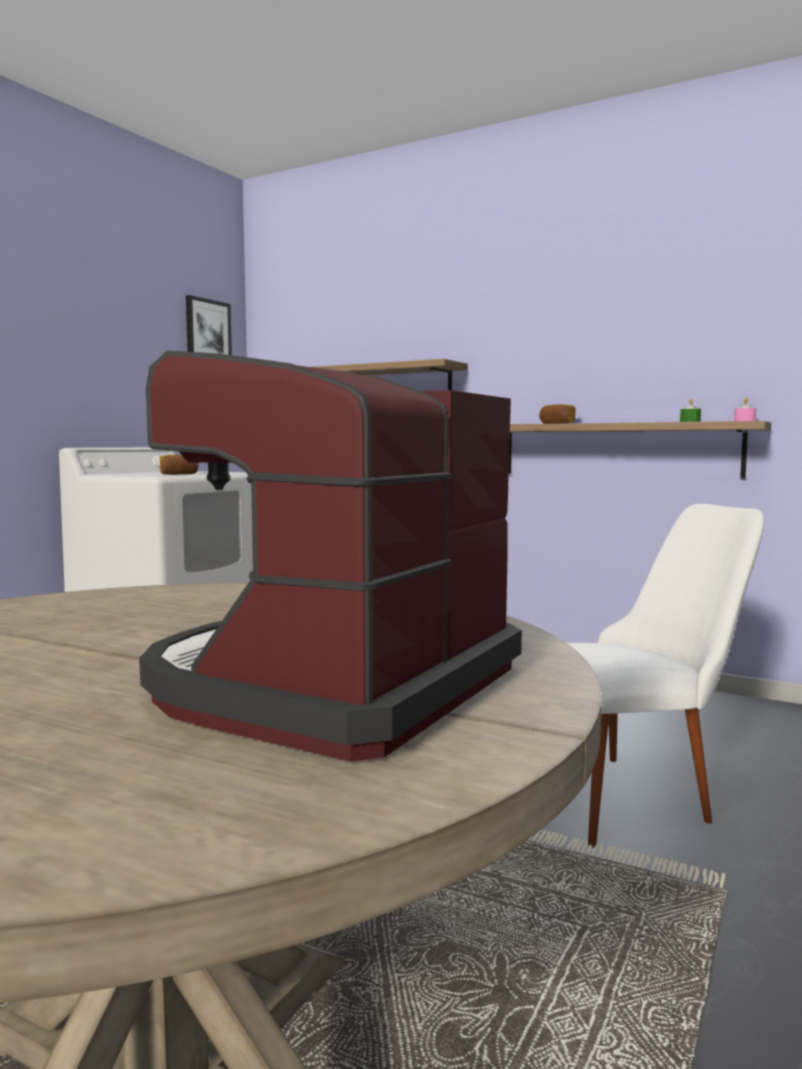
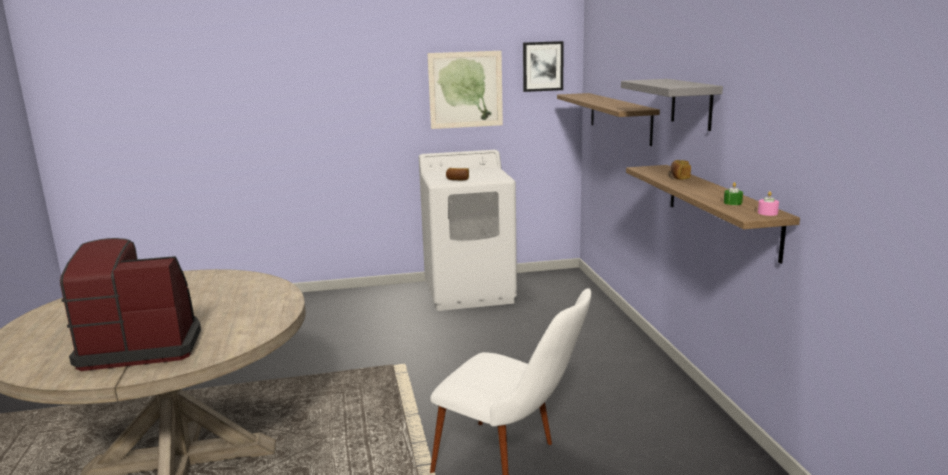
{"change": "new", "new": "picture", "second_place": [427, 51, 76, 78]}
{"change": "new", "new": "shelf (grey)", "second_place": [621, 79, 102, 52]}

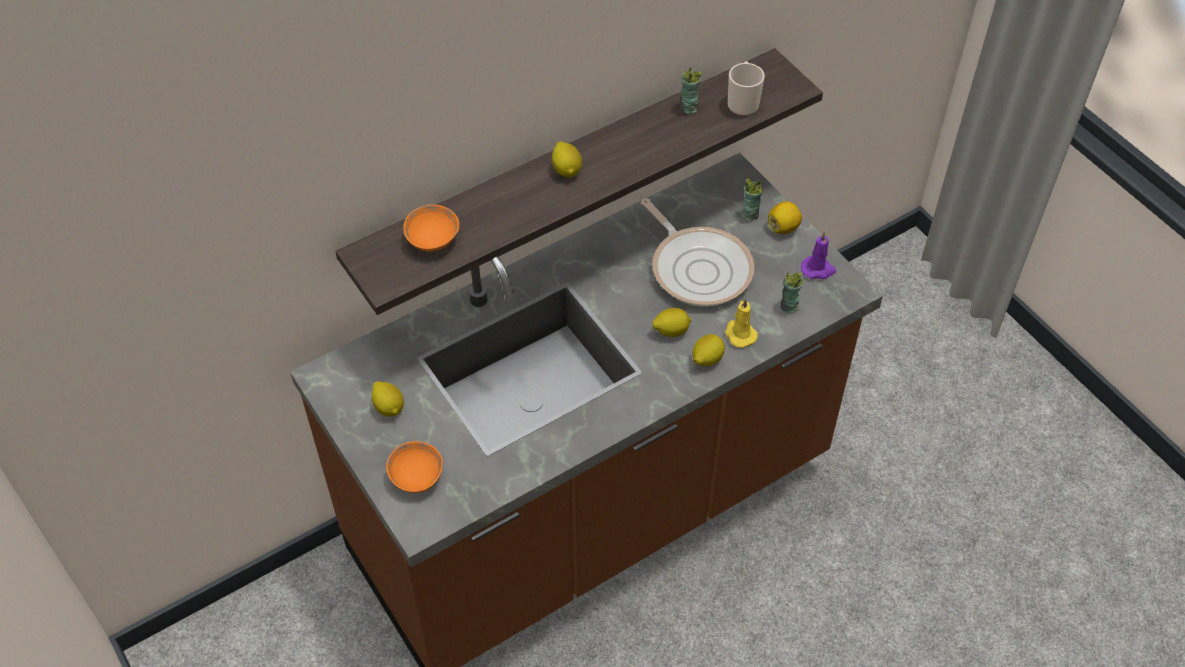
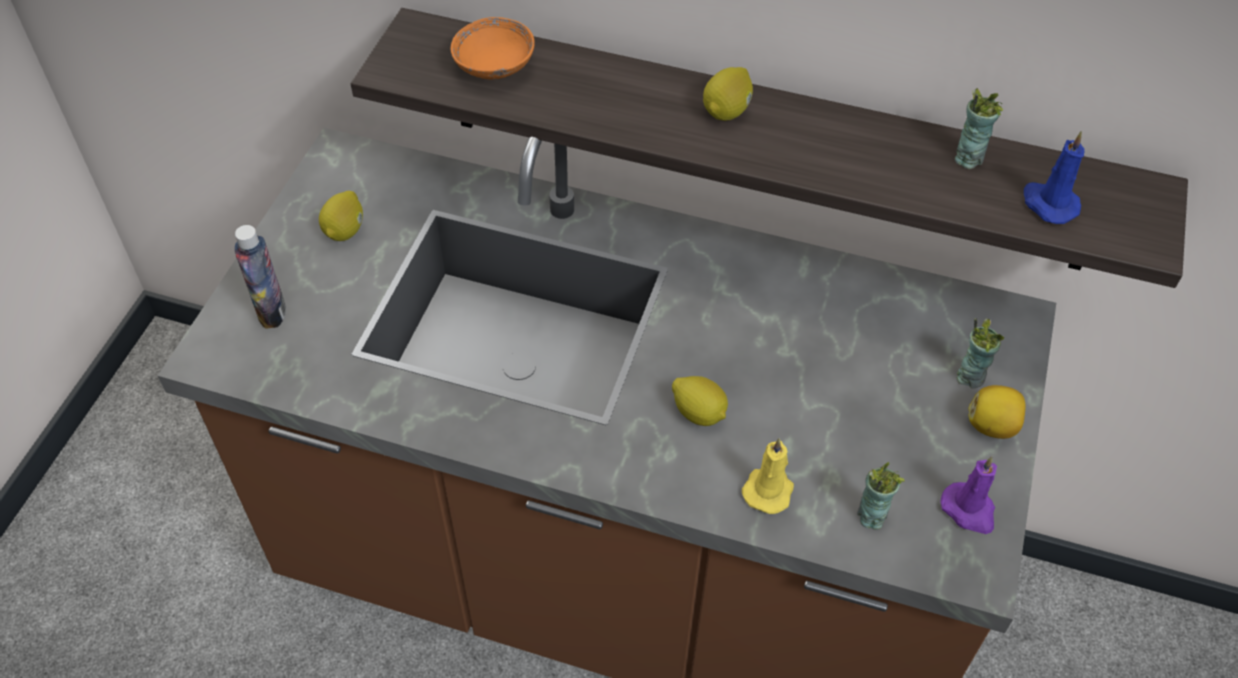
{"change": "swapped", "old": "bowl (orange)", "new": "bottle", "first_place": [386, 441, 57, 52], "second_place": [235, 225, 51, 104]}
{"change": "gone", "old": "frying pan", "first_place": [641, 198, 113, 109]}
{"change": "gone", "old": "lemon", "first_place": [693, 334, 32, 32]}
{"change": "swapped", "old": "mug", "new": "candle (blue)", "first_place": [728, 61, 37, 55], "second_place": [1024, 131, 60, 93]}

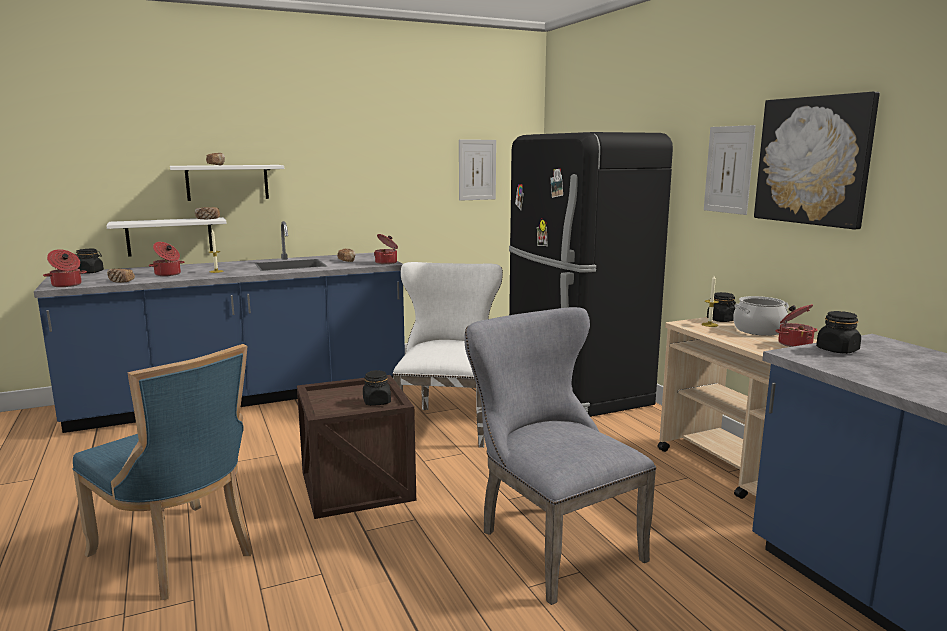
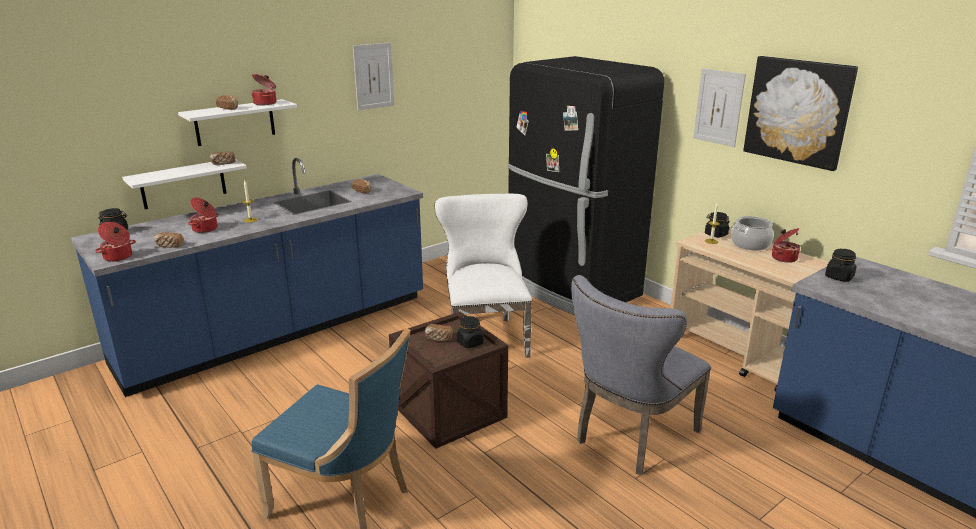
{"change": "shifted", "old": "cooking pot", "first_place": [374, 234, 24, 30], "second_place": [251, 74, 25, 31]}
{"change": "shifted", "old": "picture", "first_place": [459, 139, 37, 62], "second_place": [353, 43, 41, 68]}
{"change": "rotated", "old": "chair (grey)", "first_place": [464, 307, 192, 298], "second_place": [571, 275, 140, 200], "degrees": -90}
{"change": "new", "new": "bread", "second_place": [425, 324, 28, 17]}

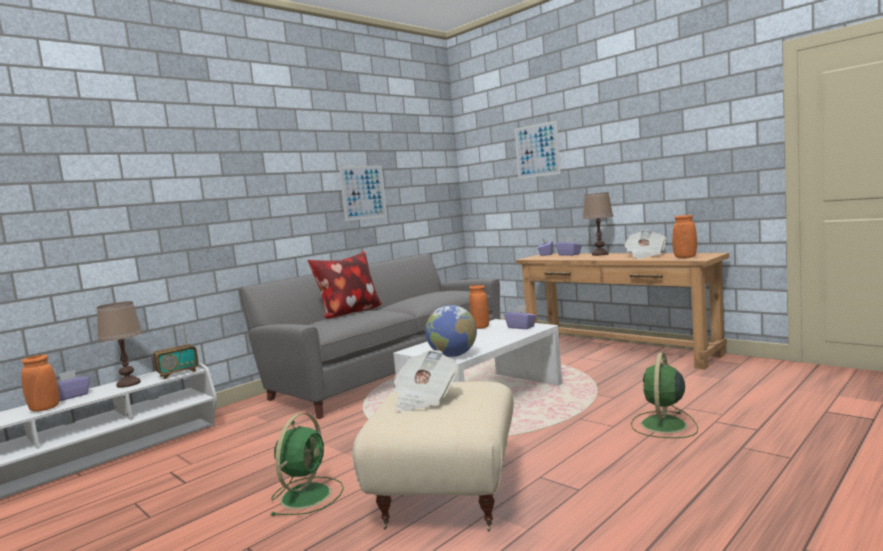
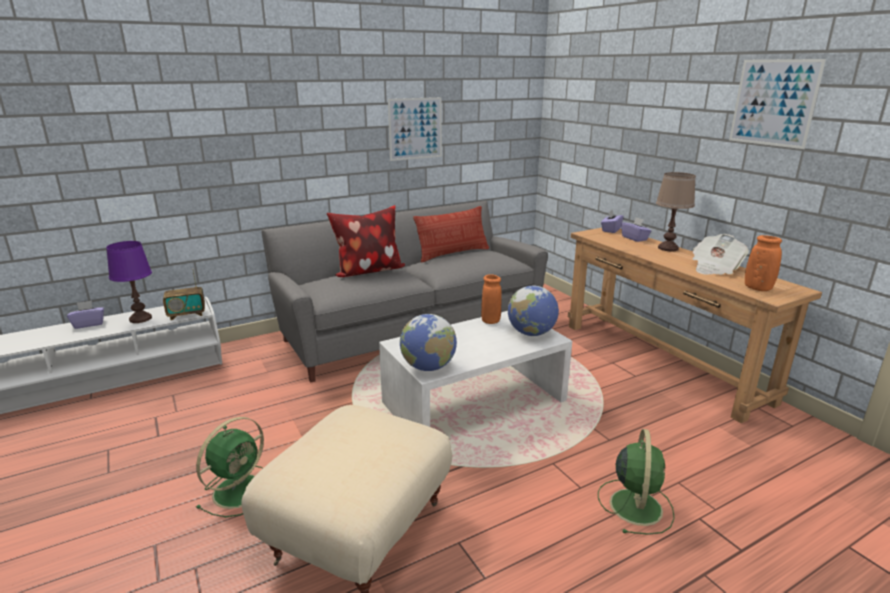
{"change": "gone", "old": "vase (orange)", "first_place": [21, 355, 38, 57]}
{"change": "repainted", "old": "table lamp (brown)", "new": "table lamp (purple)", "first_place": [97, 301, 46, 87], "second_place": [106, 241, 46, 82]}
{"change": "gone", "old": "newspaper", "first_place": [392, 350, 67, 62]}
{"change": "swapped", "old": "tissue box (purple)", "new": "globe", "first_place": [504, 305, 32, 24], "second_place": [508, 286, 51, 50]}
{"change": "shifted", "old": "picture", "first_place": [515, 120, 46, 59], "second_place": [729, 59, 97, 90]}
{"change": "rotated", "old": "fan (green)", "first_place": [631, 352, 67, 86], "second_place": [598, 429, 77, 106], "degrees": 150}
{"change": "new", "new": "pillow", "second_place": [413, 206, 76, 57]}

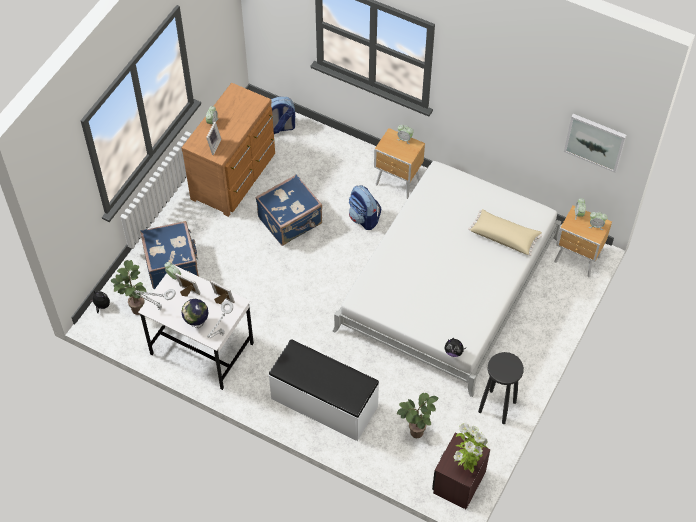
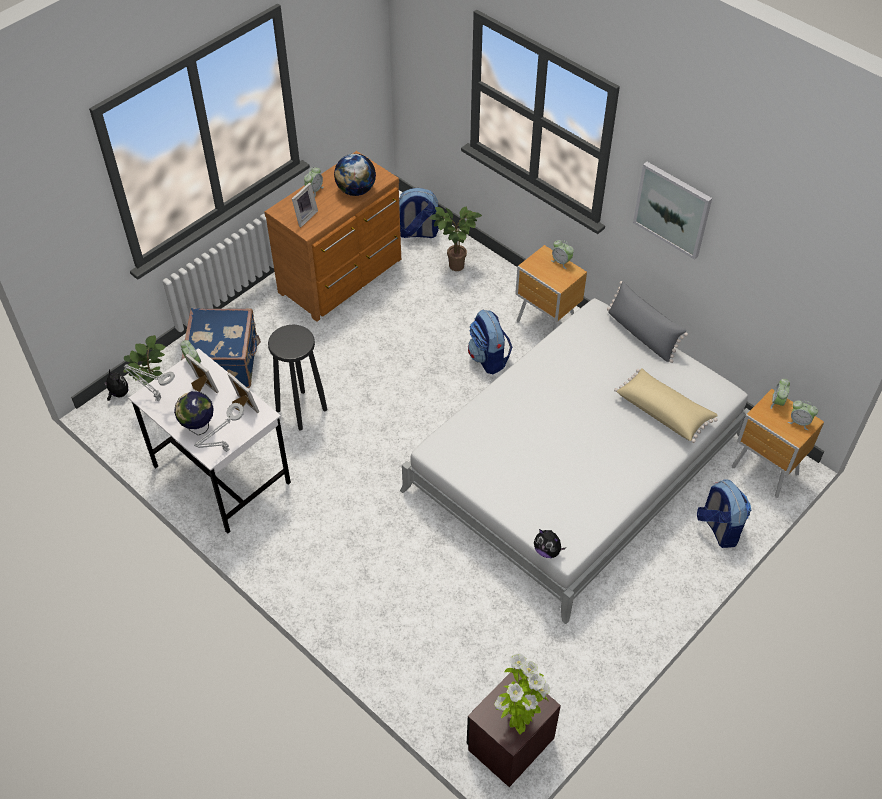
{"change": "gone", "old": "suitcase (blue)", "first_place": [256, 174, 66, 72]}
{"change": "gone", "old": "bench (white)", "first_place": [269, 339, 110, 102]}
{"change": "shifted", "old": "potted plant", "first_place": [397, 393, 41, 45], "second_place": [429, 207, 53, 64]}
{"change": "shifted", "old": "stool (black)", "first_place": [478, 352, 46, 72], "second_place": [268, 325, 59, 106]}
{"change": "shifted", "old": "picture", "first_place": [564, 114, 62, 59], "second_place": [633, 162, 79, 98]}
{"change": "new", "new": "globe", "second_place": [334, 154, 42, 42]}
{"change": "new", "new": "pillow (grey)", "second_place": [607, 281, 81, 82]}
{"change": "new", "new": "backpack", "second_place": [697, 479, 54, 69]}

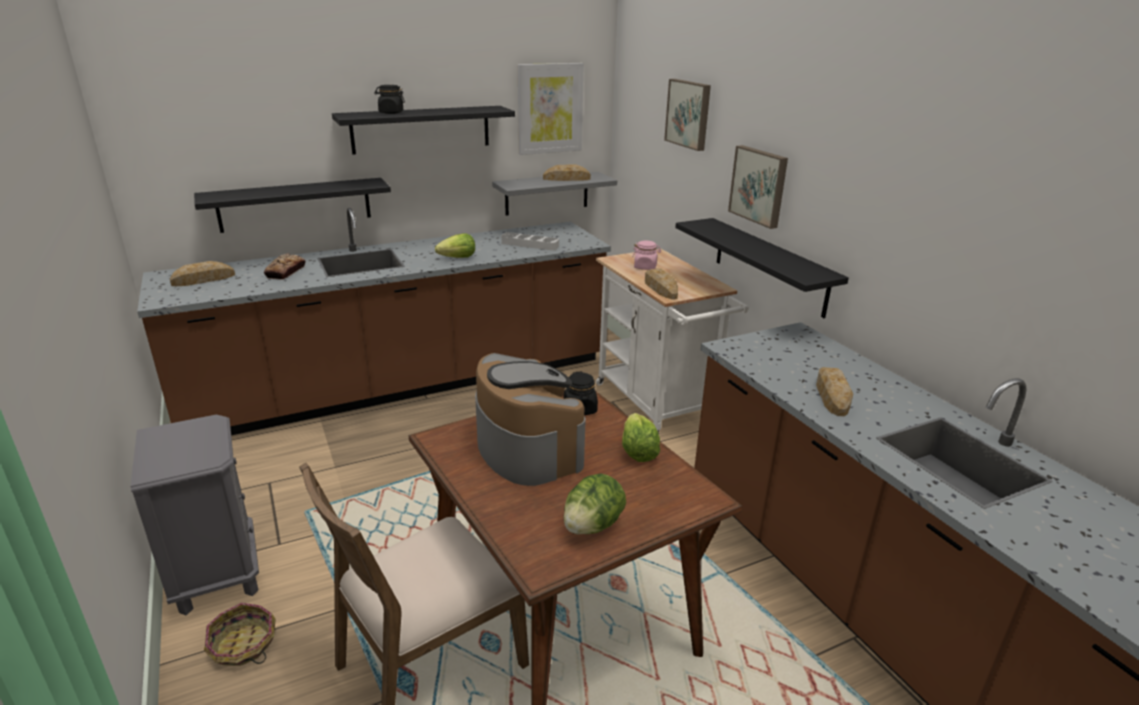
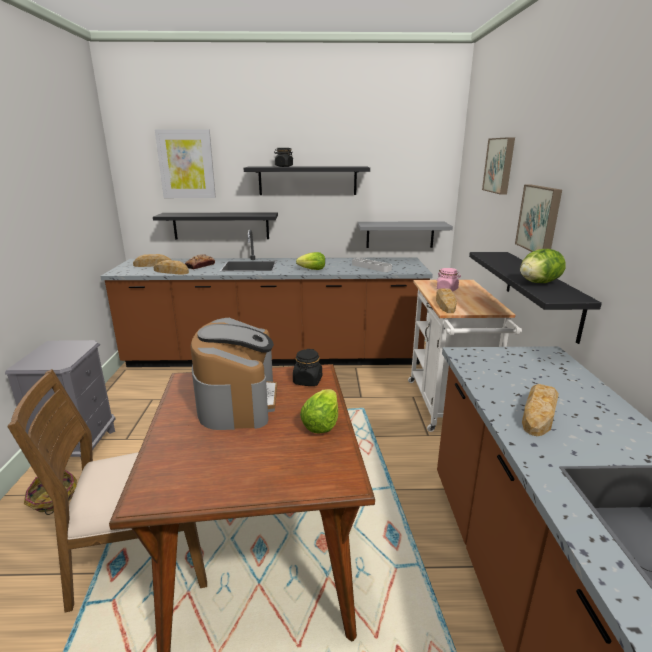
{"change": "shifted", "old": "picture", "first_place": [518, 63, 66, 92], "second_place": [155, 129, 61, 69]}
{"change": "shifted", "old": "bread", "first_place": [543, 165, 48, 16], "second_place": [153, 260, 36, 14]}
{"change": "shifted", "old": "lettuce", "first_place": [564, 473, 62, 62], "second_place": [520, 249, 46, 34]}

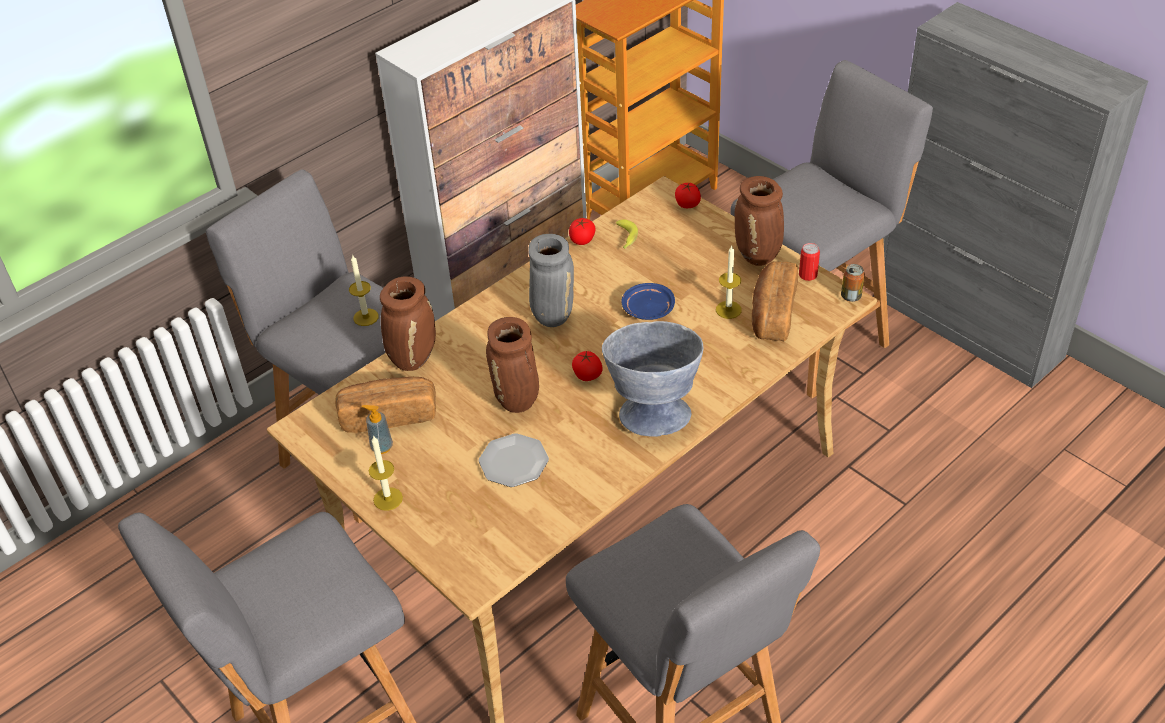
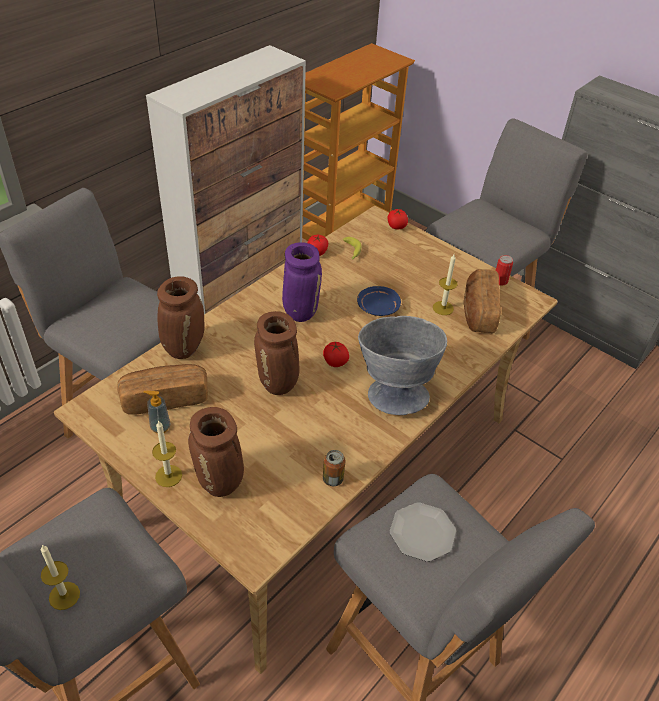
{"change": "shifted", "old": "candle", "first_place": [349, 254, 30, 72], "second_place": [41, 545, 39, 65]}
{"change": "shifted", "old": "plate", "first_place": [479, 433, 70, 54], "second_place": [390, 502, 66, 60]}
{"change": "repainted", "old": "vase (grey)", "new": "vase (purple)", "first_place": [528, 234, 46, 93], "second_place": [282, 242, 40, 80]}
{"change": "shifted", "old": "vase (brown)", "first_place": [735, 176, 49, 90], "second_place": [188, 407, 56, 90]}
{"change": "shifted", "old": "can", "first_place": [841, 264, 24, 38], "second_place": [323, 450, 23, 36]}

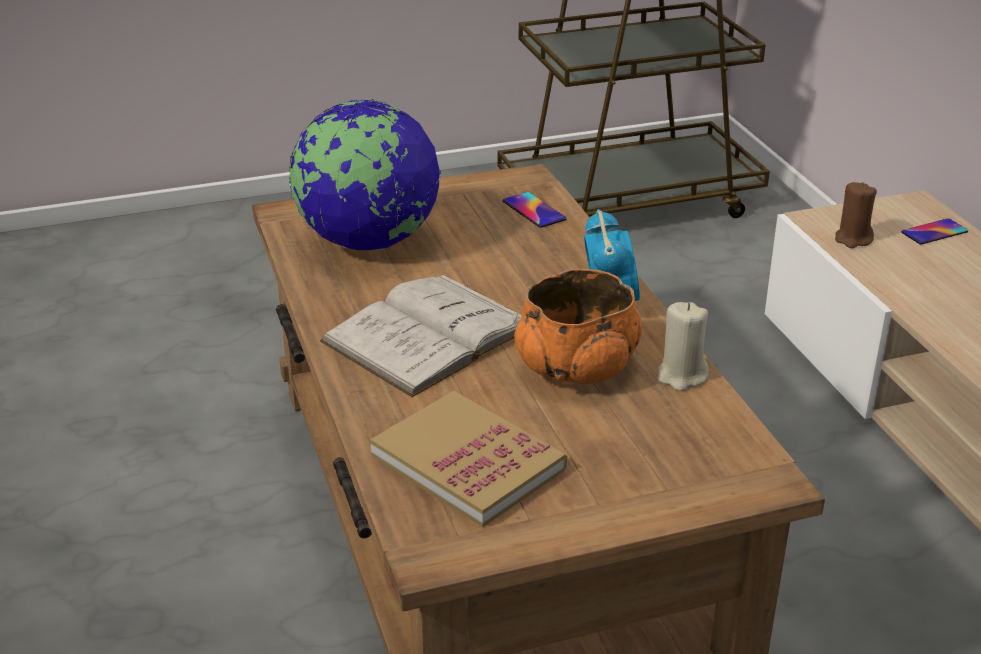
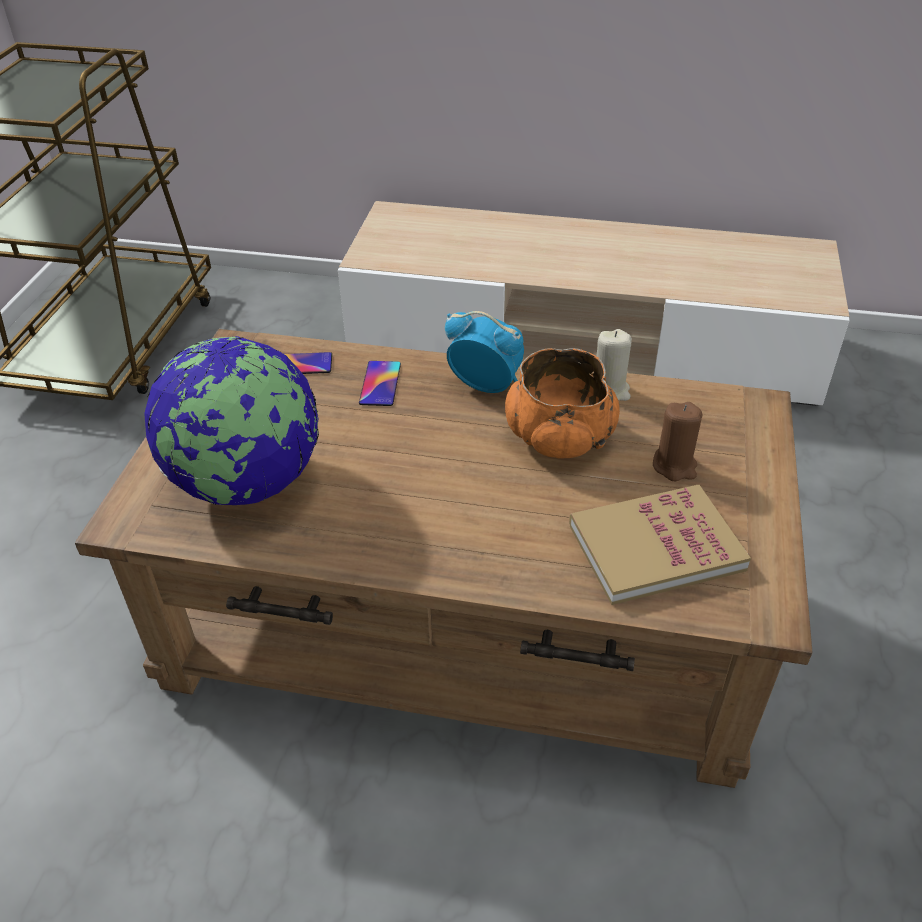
{"change": "gone", "old": "book (white)", "first_place": [320, 275, 202, 122]}
{"change": "shifted", "old": "candle (brown)", "first_place": [835, 182, 42, 66], "second_place": [653, 402, 49, 79]}
{"change": "shifted", "old": "phone", "first_place": [901, 218, 67, 26], "second_place": [359, 361, 42, 45]}

